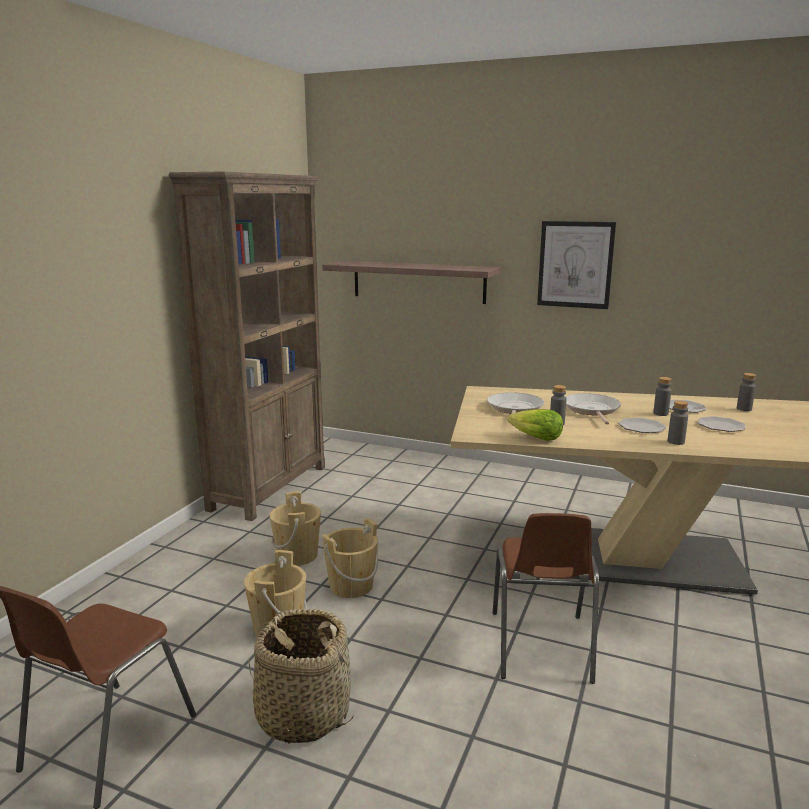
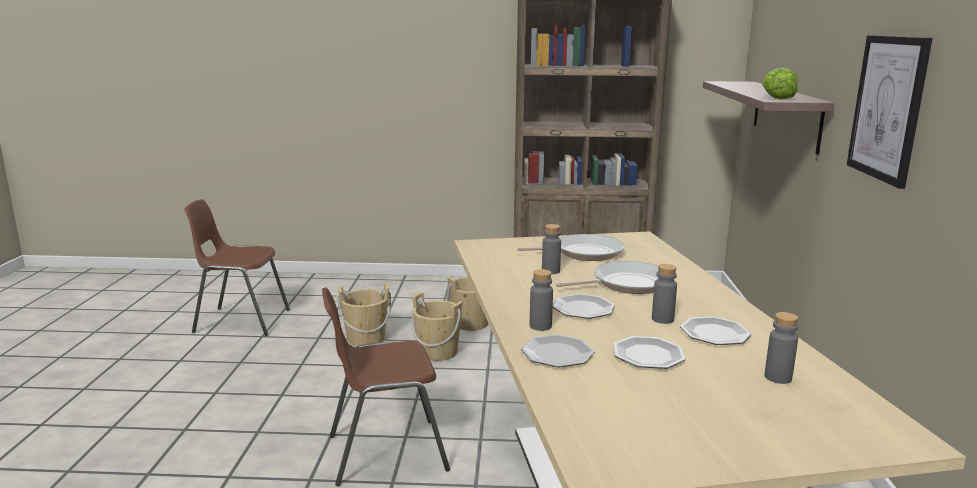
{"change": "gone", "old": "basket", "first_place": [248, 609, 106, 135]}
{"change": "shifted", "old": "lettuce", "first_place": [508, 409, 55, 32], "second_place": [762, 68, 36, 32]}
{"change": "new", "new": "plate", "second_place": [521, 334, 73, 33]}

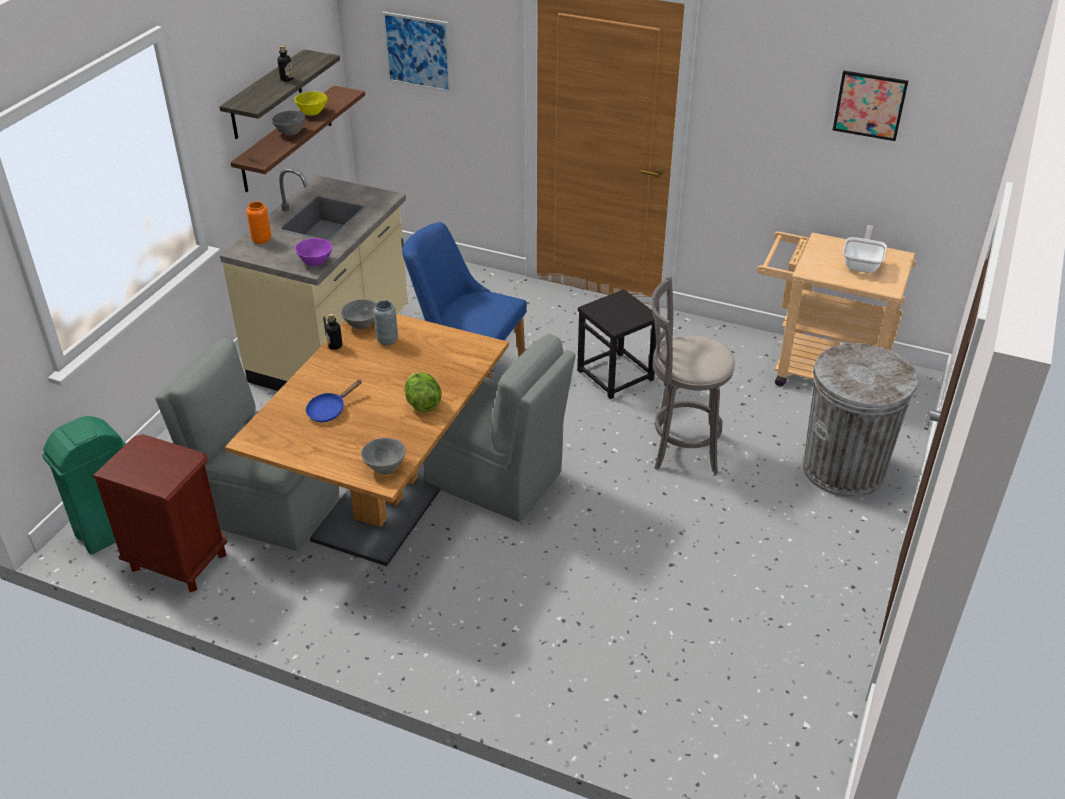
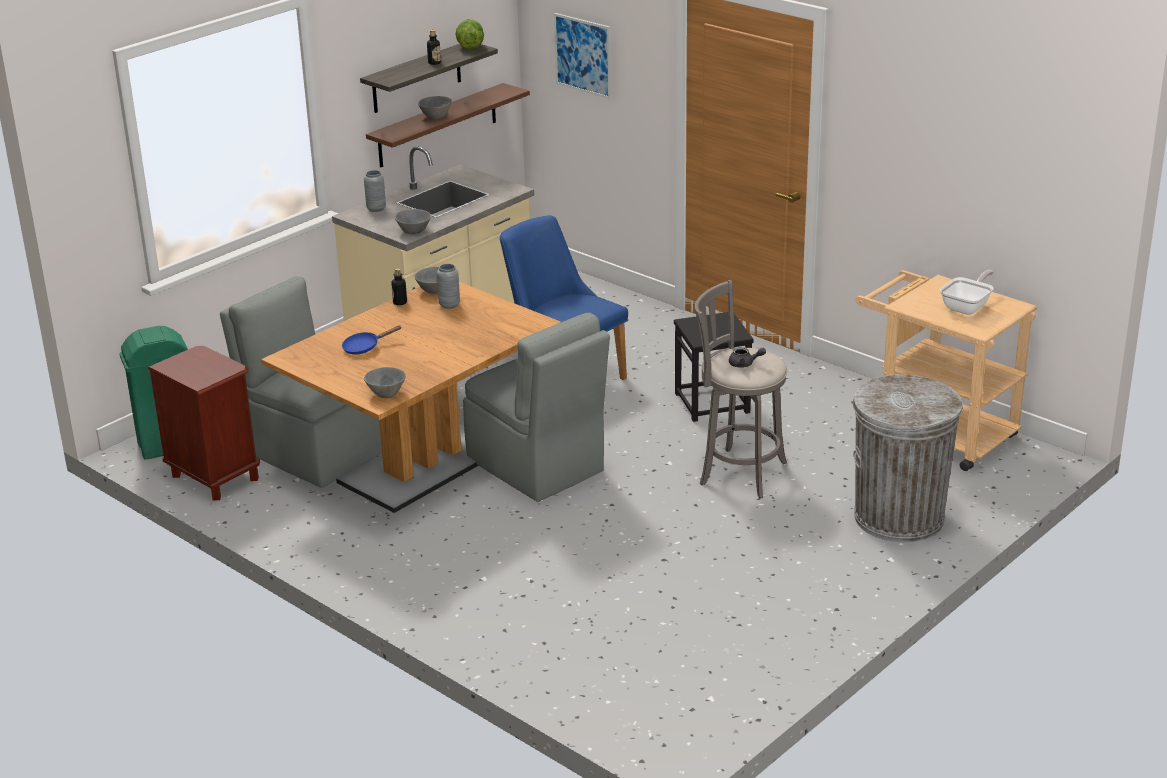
{"change": "repainted", "old": "vase (orange)", "new": "vase (grey)", "first_place": [246, 202, 25, 42], "second_place": [364, 170, 22, 42]}
{"change": "gone", "old": "bowl (yellow)", "first_place": [295, 91, 33, 25]}
{"change": "repainted", "old": "bowl (purple)", "new": "bowl (grey)", "first_place": [295, 238, 37, 28], "second_place": [395, 209, 36, 25]}
{"change": "shifted", "old": "lettuce", "first_place": [405, 372, 37, 40], "second_place": [455, 19, 29, 30]}
{"change": "gone", "old": "picture", "first_place": [833, 70, 75, 71]}
{"change": "new", "new": "teapot (grey)", "second_place": [729, 347, 37, 21]}

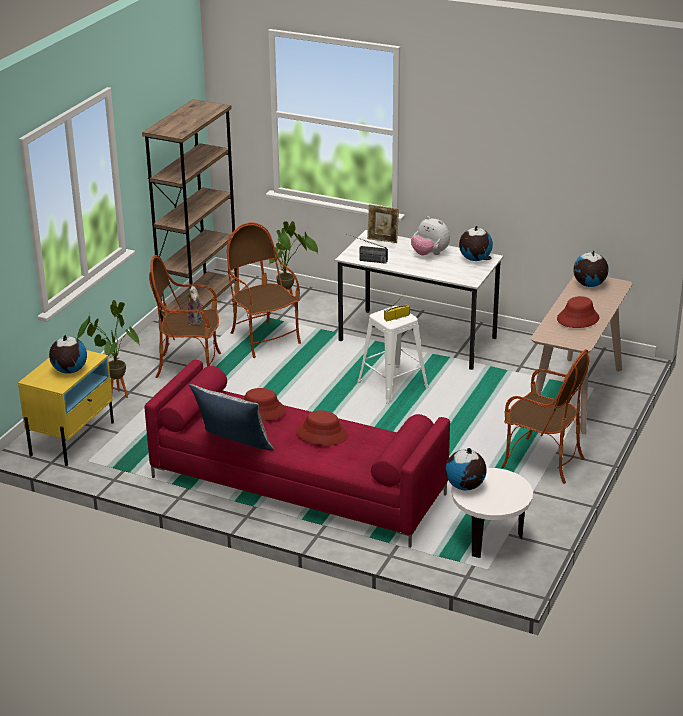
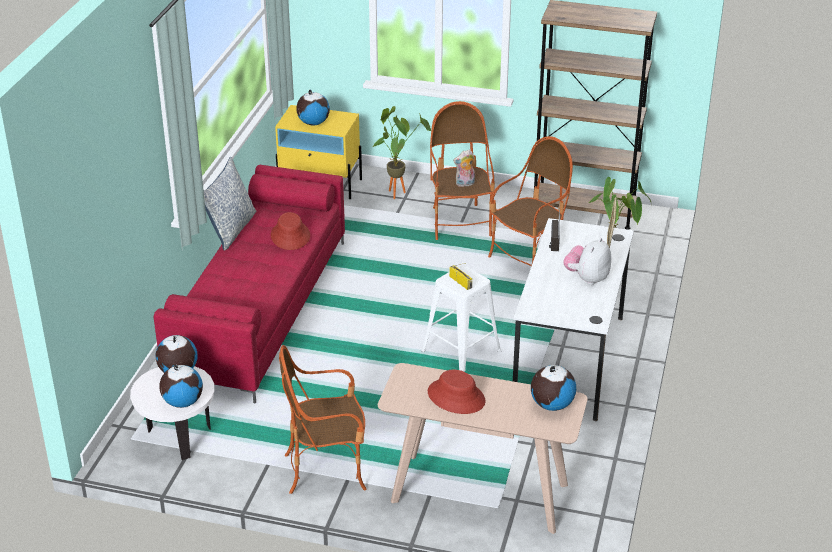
{"change": "gone", "old": "hat (red)", "first_place": [296, 410, 52, 35]}
{"change": "shifted", "old": "globe", "first_place": [459, 226, 34, 35], "second_place": [159, 365, 44, 43]}
{"change": "rotated", "old": "armchair", "first_place": [501, 349, 88, 135], "second_place": [279, 345, 88, 149], "degrees": 60}

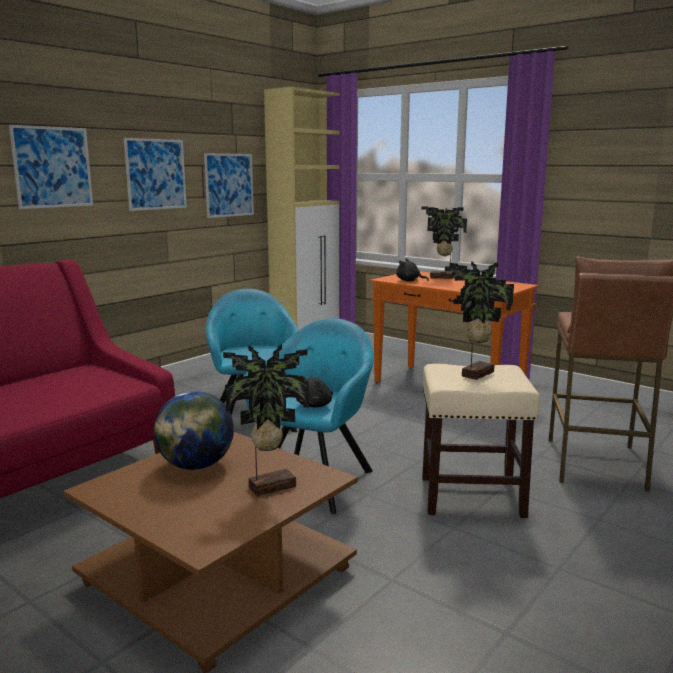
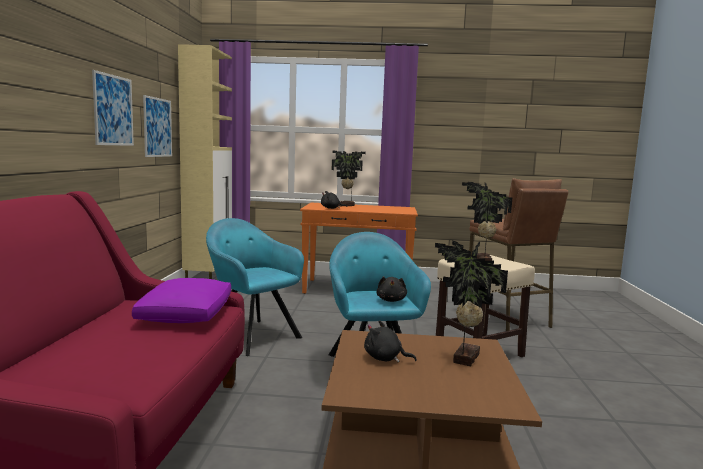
{"change": "gone", "old": "picture", "first_place": [9, 125, 84, 84]}
{"change": "swapped", "old": "globe", "new": "plush toy (black)", "first_place": [154, 391, 80, 79], "second_place": [364, 320, 53, 42]}
{"change": "new", "new": "pillow (purple)", "second_place": [132, 278, 99, 45]}

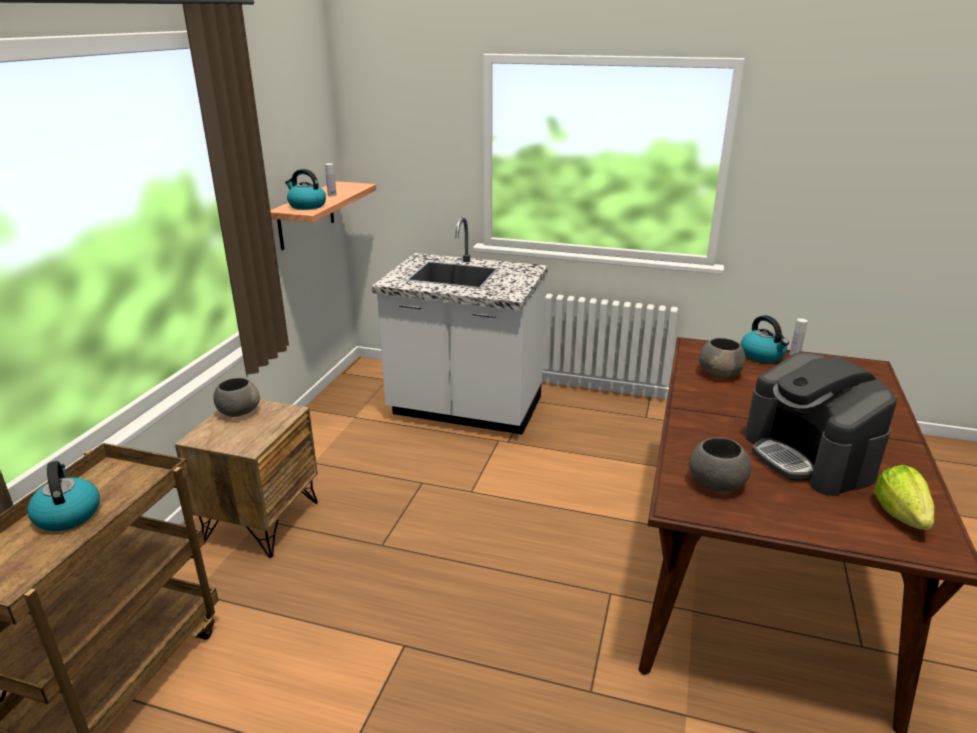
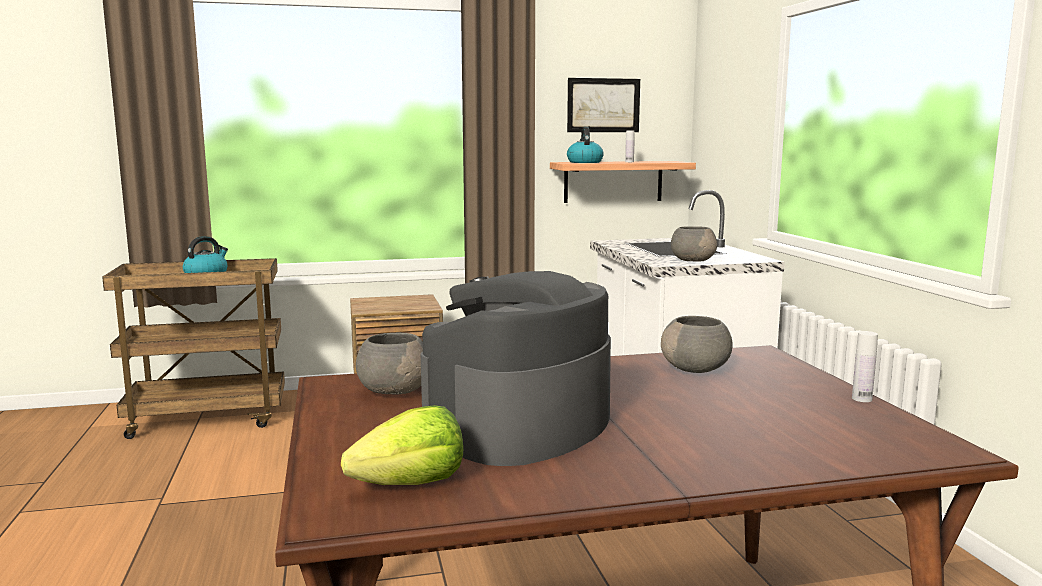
{"change": "shifted", "old": "bowl (grey)", "first_place": [213, 378, 47, 39], "second_place": [671, 226, 46, 35]}
{"change": "gone", "old": "kettle", "first_place": [741, 315, 48, 48]}
{"change": "new", "new": "picture", "second_place": [567, 78, 73, 54]}

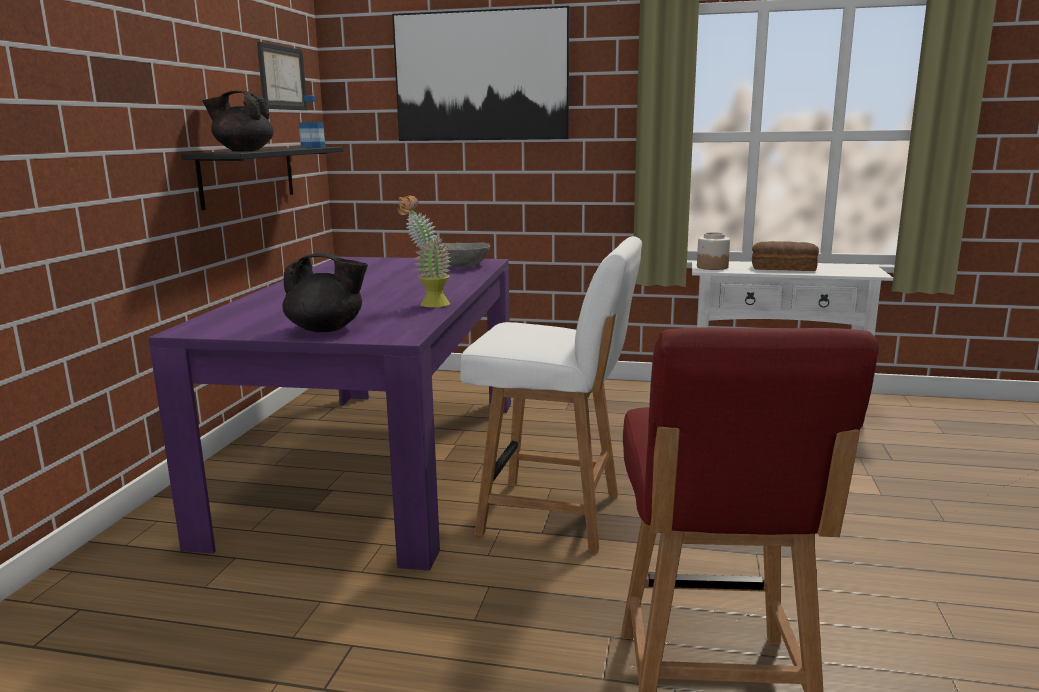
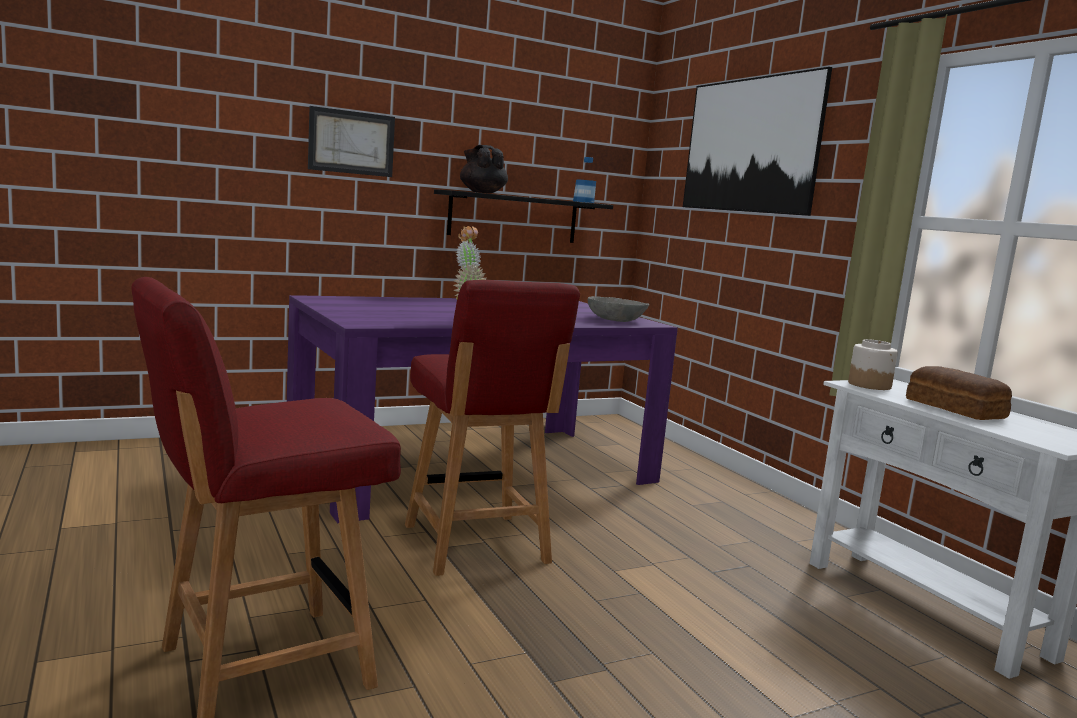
{"change": "shifted", "old": "picture", "first_place": [257, 42, 51, 68], "second_place": [308, 106, 87, 71]}
{"change": "gone", "old": "teapot (black)", "first_place": [282, 253, 86, 79]}
{"change": "repainted", "old": "chair (white)", "new": "chair (red)", "first_place": [460, 236, 182, 316], "second_place": [405, 280, 175, 296]}

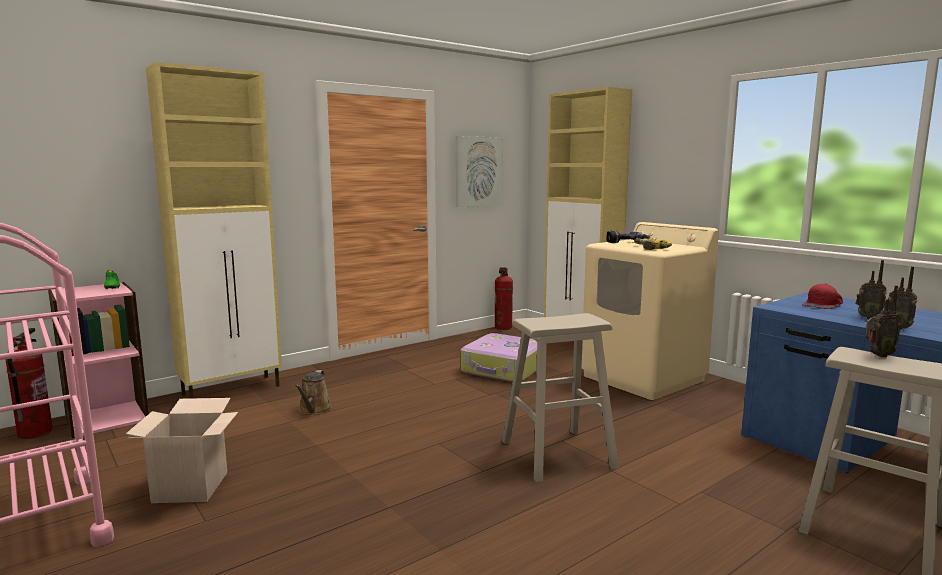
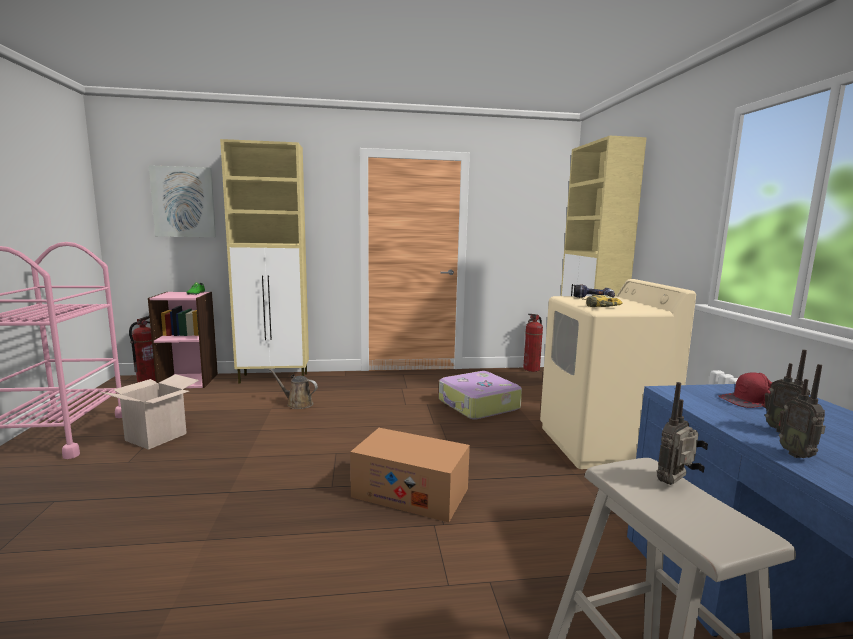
{"change": "rotated", "old": "watering can (brown)", "first_place": [295, 370, 37, 45], "second_place": [269, 369, 49, 40], "degrees": 75}
{"change": "shifted", "old": "picture", "first_place": [455, 136, 48, 71], "second_place": [149, 165, 67, 72]}
{"change": "swapped", "old": "stool (beige)", "new": "cardboard box", "first_place": [502, 313, 117, 169], "second_place": [350, 428, 120, 94]}
{"change": "rotated", "old": "radio", "first_place": [865, 285, 36, 72], "second_place": [657, 382, 41, 103], "degrees": 120}

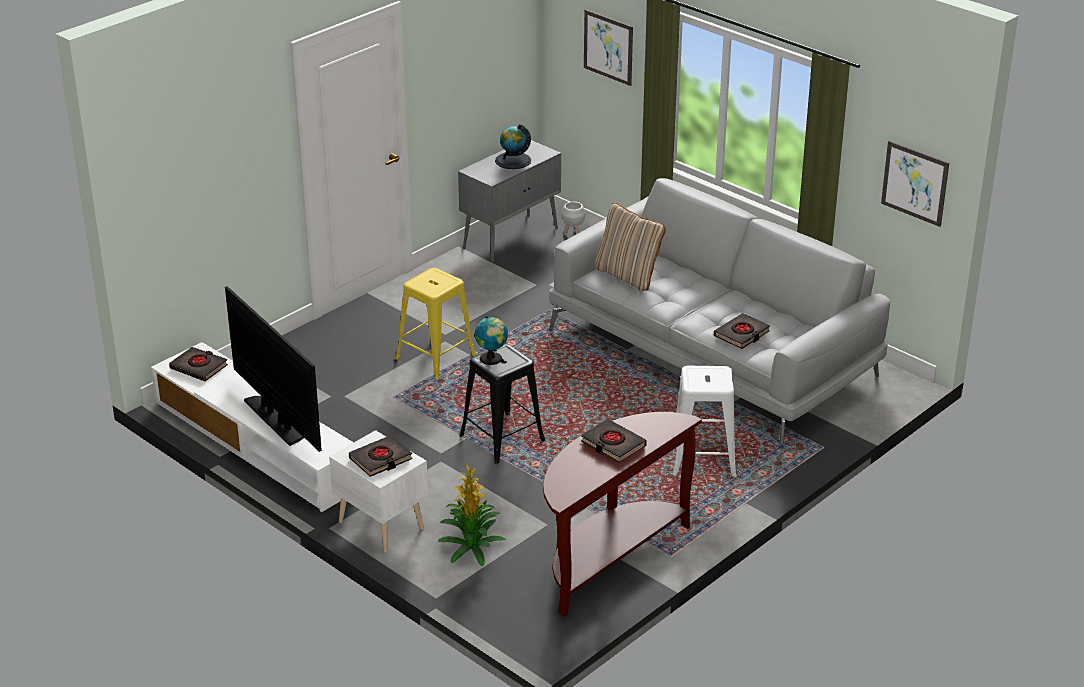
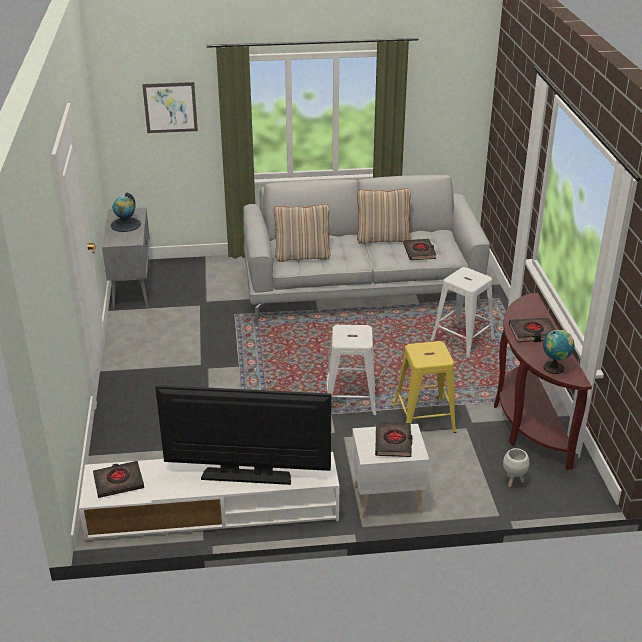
{"change": "shifted", "old": "stool (yellow)", "first_place": [395, 268, 81, 111], "second_place": [393, 341, 64, 92]}
{"change": "gone", "old": "potted plant", "first_place": [437, 464, 70, 103]}
{"change": "repainted", "old": "stool (black)", "new": "stool (white)", "first_place": [459, 344, 86, 120], "second_place": [325, 325, 52, 91]}
{"change": "shifted", "old": "globe", "first_place": [475, 316, 33, 49], "second_place": [543, 330, 32, 44]}
{"change": "shifted", "old": "planter (white)", "first_place": [562, 202, 23, 33], "second_place": [503, 448, 26, 39]}
{"change": "gone", "old": "picture", "first_place": [881, 141, 68, 86]}
{"change": "new", "new": "pillow (beige)", "second_place": [357, 188, 54, 56]}

